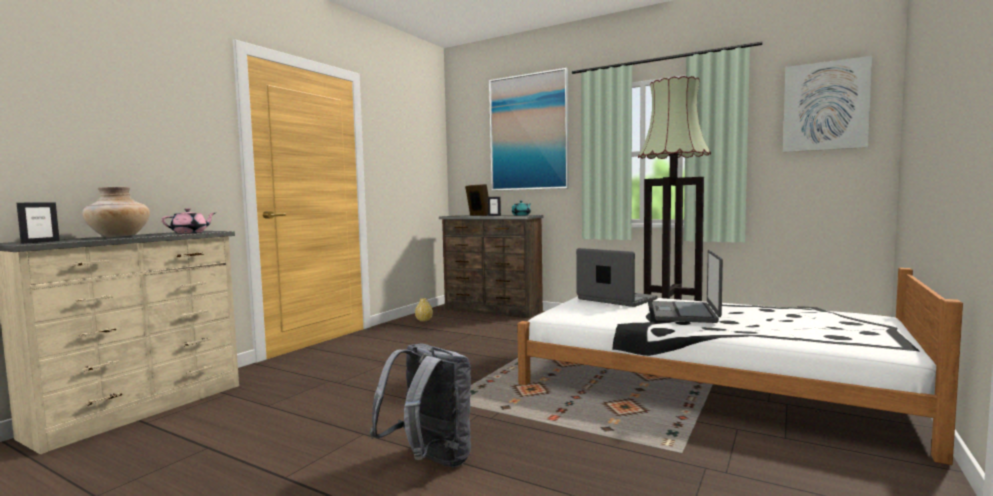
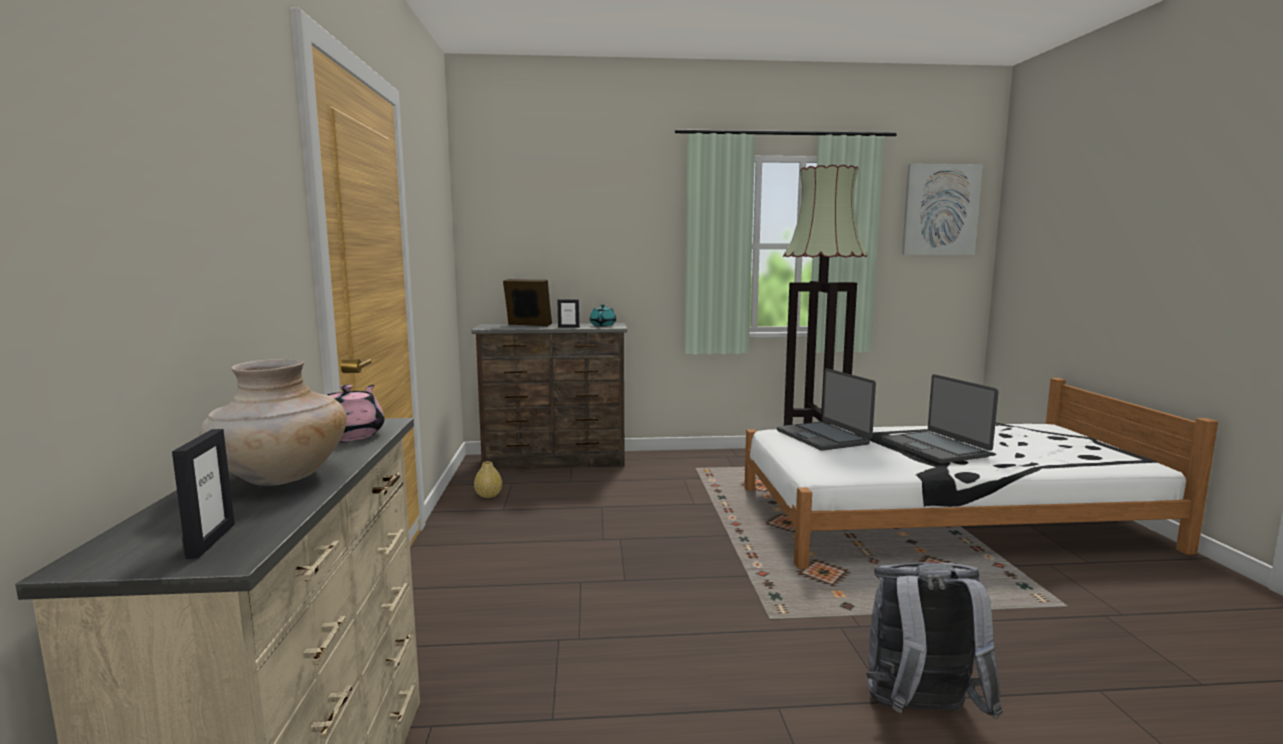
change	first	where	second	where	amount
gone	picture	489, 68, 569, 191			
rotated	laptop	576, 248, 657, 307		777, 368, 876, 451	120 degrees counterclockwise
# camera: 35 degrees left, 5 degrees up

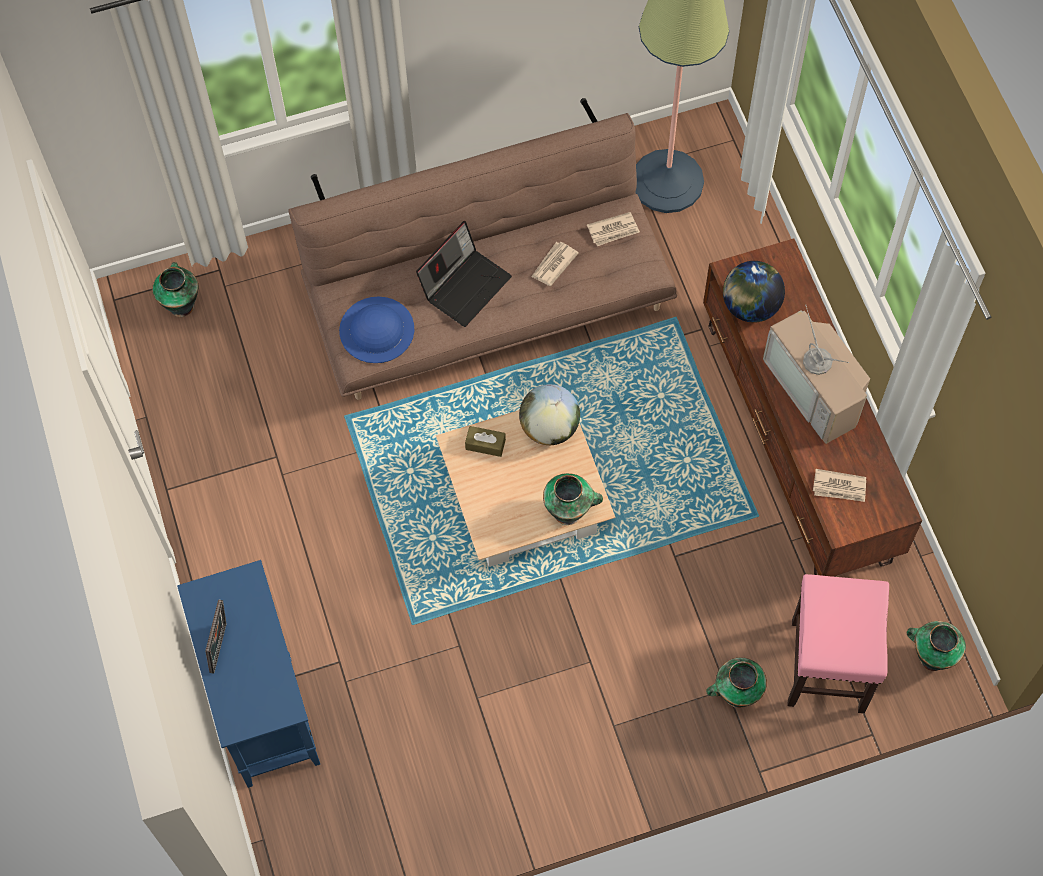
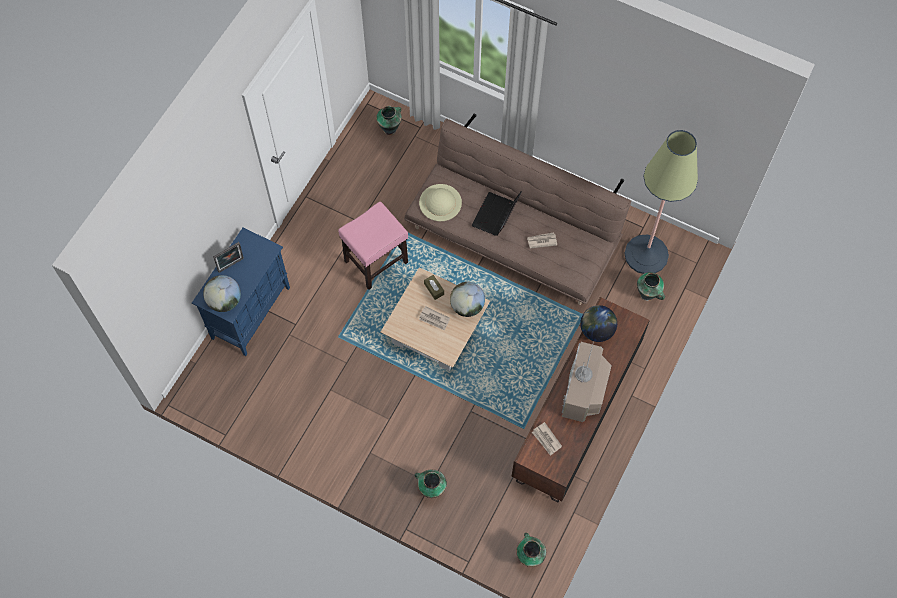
change	first	where	second	where	amount
repainted	blue hat	339, 297, 414, 363	beige hat	419, 184, 462, 221	
rotated	laptop	416, 221, 512, 327		472, 191, 522, 236	120 degrees clockwise
shifted	vase	543, 473, 603, 525		637, 272, 665, 301	
shifted	newspaper	587, 212, 640, 246		419, 306, 450, 331	
shifted	pink stool	787, 574, 889, 713		338, 202, 408, 290	
new			globe	203, 275, 241, 312	
# camera: 45 degrees right, 0 degrees up

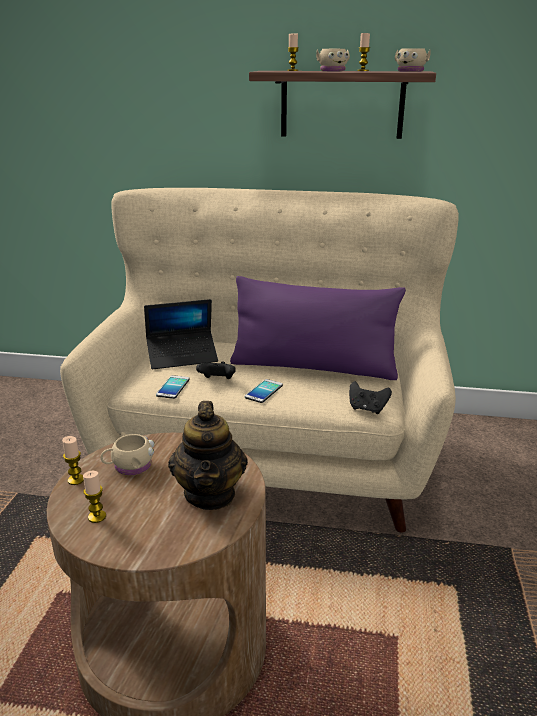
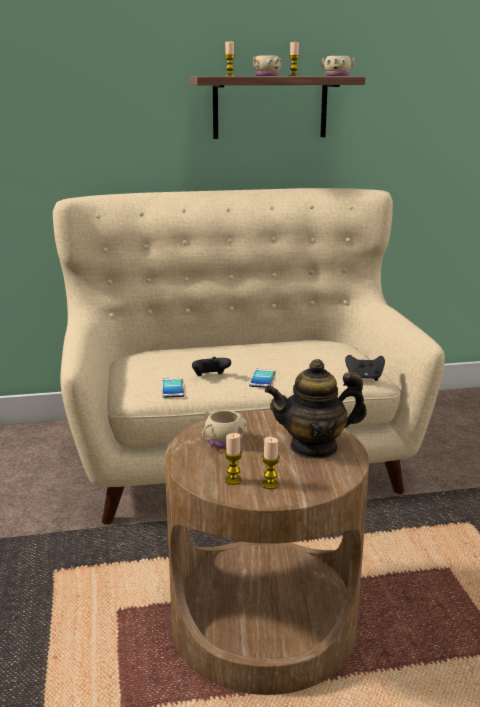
change	first	where	second	where	amount
shifted	candle	62, 436, 84, 485		262, 437, 280, 489	
gone	laptop	144, 299, 218, 369			
rotated	teapot	168, 401, 248, 510		265, 359, 367, 459	105 degrees clockwise
gone	purple pillow	230, 276, 406, 380			
# camera: 20 degrees left, 5 degrees down

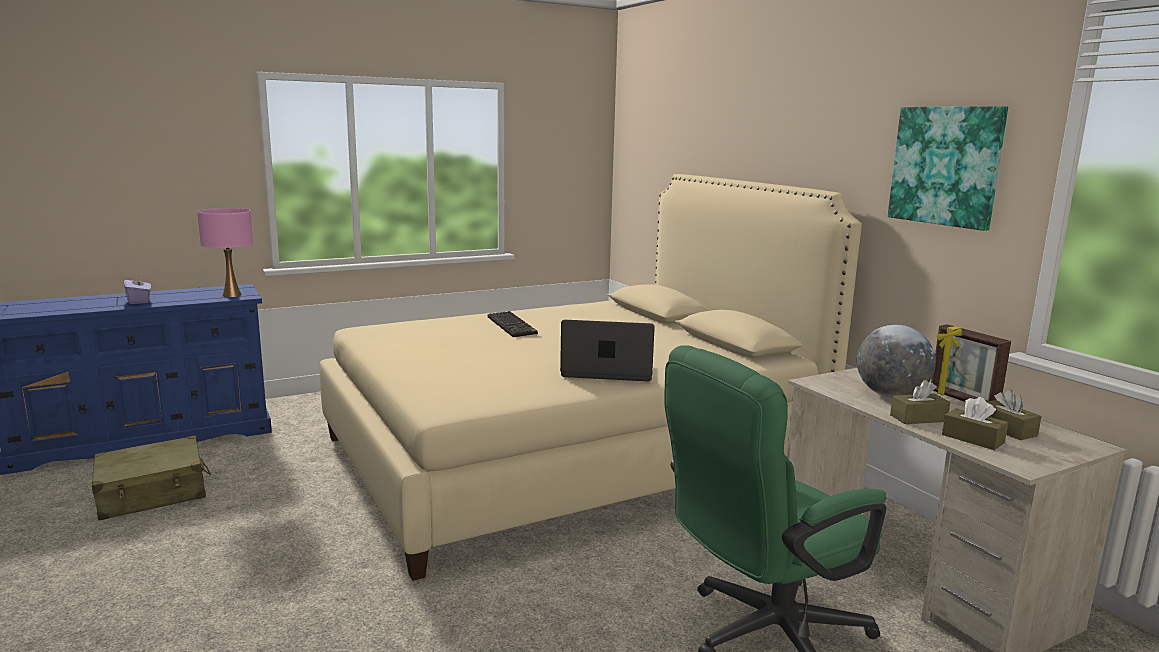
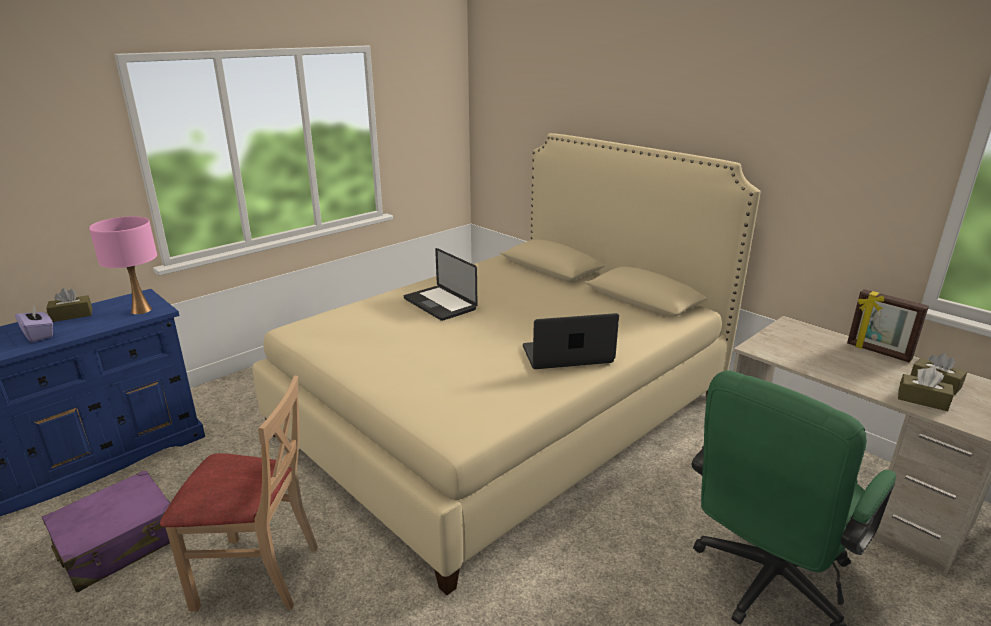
change	first	where	second	where	amount
repainted	beige suitcase	92, 435, 211, 521	purple suitcase	42, 470, 171, 593	
swapped	keyboard	488, 311, 538, 337	laptop	404, 248, 477, 321	
gone	globe	857, 325, 936, 398			
gone	picture	888, 106, 1008, 231			
shifted	brown tissue box	890, 380, 950, 424		46, 288, 92, 322	
new			beige chair	160, 375, 318, 612	
# camera: 15 degrees left, 10 degrees up

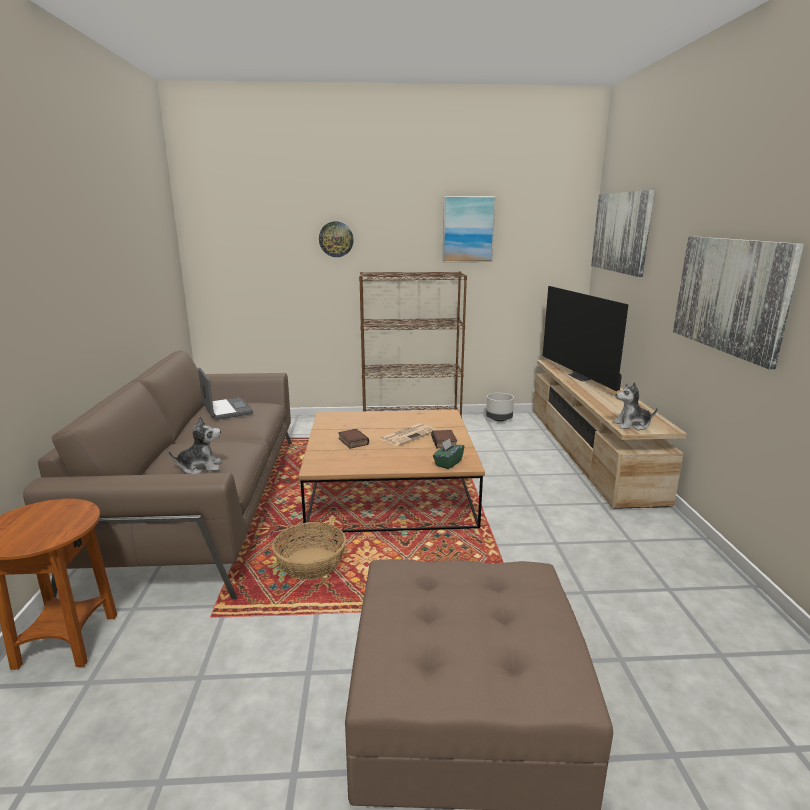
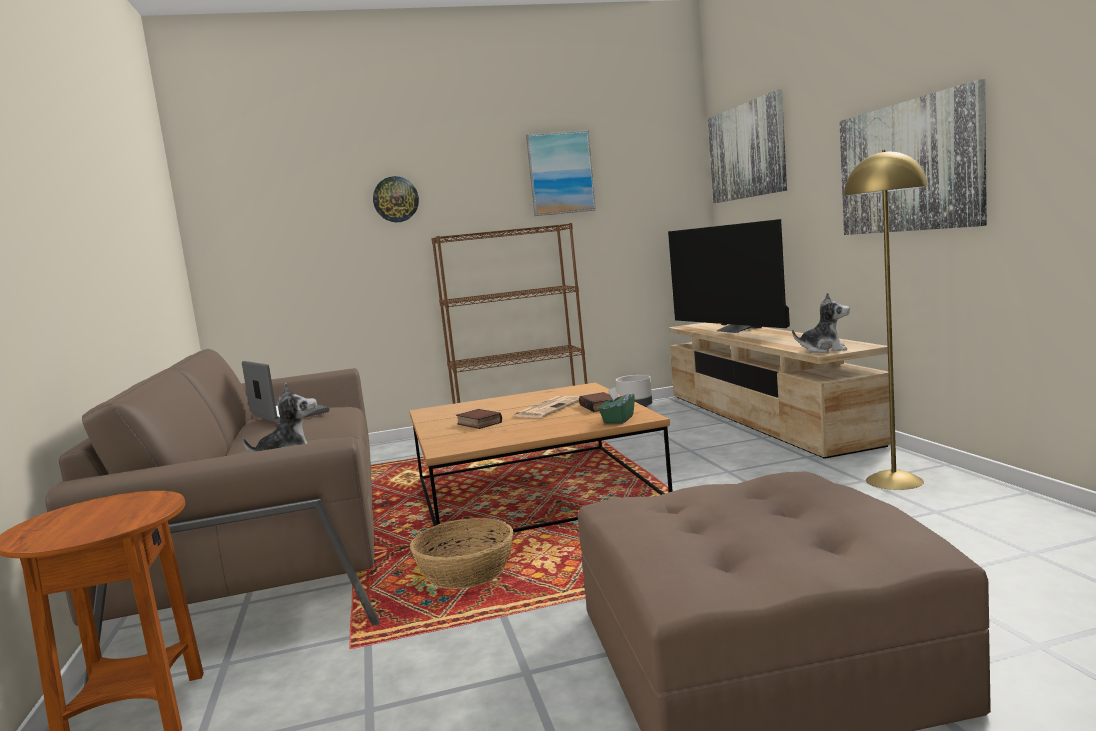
change	first	where	second	where	amount
rotated	plush toy	613, 383, 658, 430		792, 292, 850, 353	150 degrees counterclockwise
new			yellow floor lamp	844, 150, 928, 490	
# camera: 10 degrees left, 10 degrees down

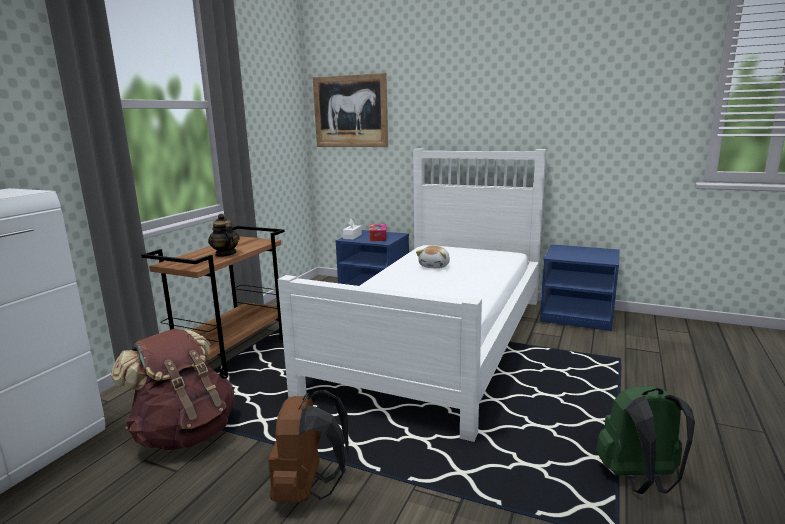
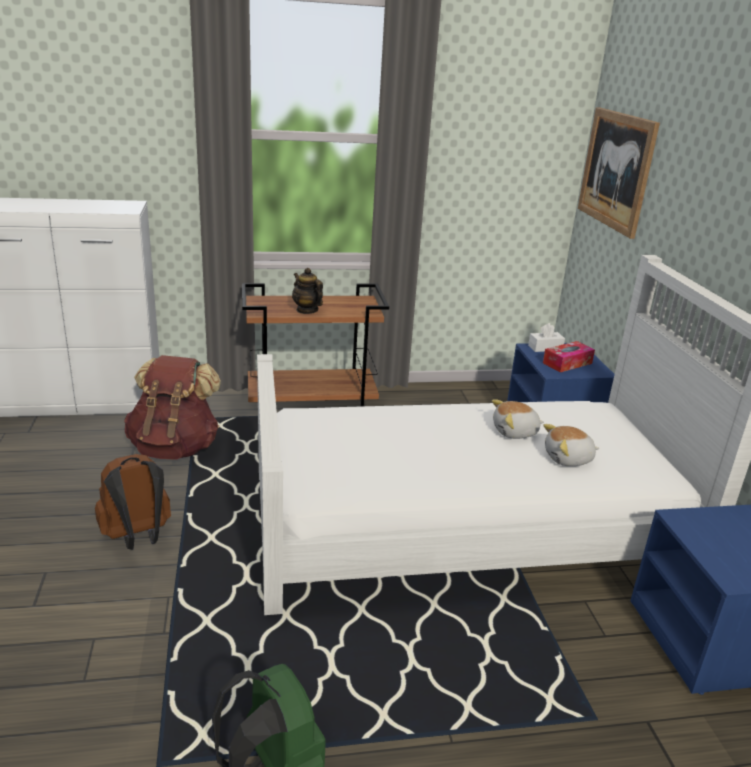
change	first	where	second	where	amount
rotated	teapot	208, 214, 240, 257		292, 268, 323, 314	60 degrees counterclockwise
new			plush toy	543, 424, 599, 466	
# camera: 55 degrees right, 10 degrees up

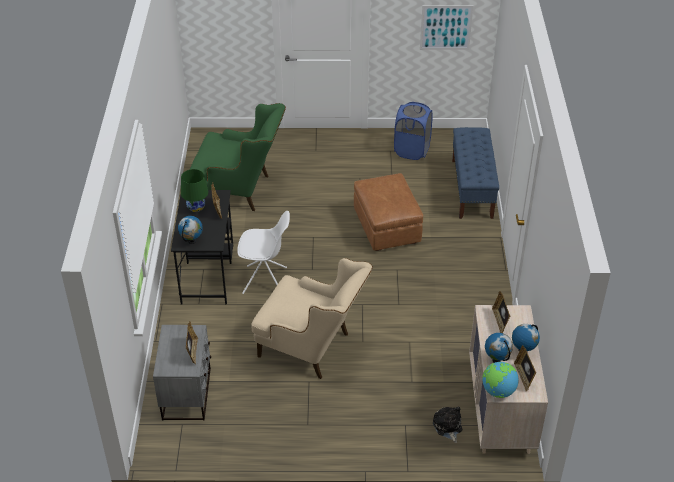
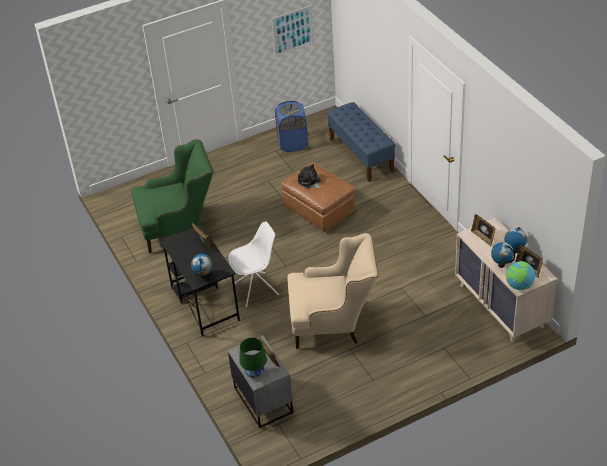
change	first	where	second	where	amount
shifted	green table lamp	181, 169, 208, 212		239, 338, 267, 379	
shifted	plush toy	433, 407, 462, 443		297, 164, 321, 189	
# camera: 25 degrees left, 0 degrees up

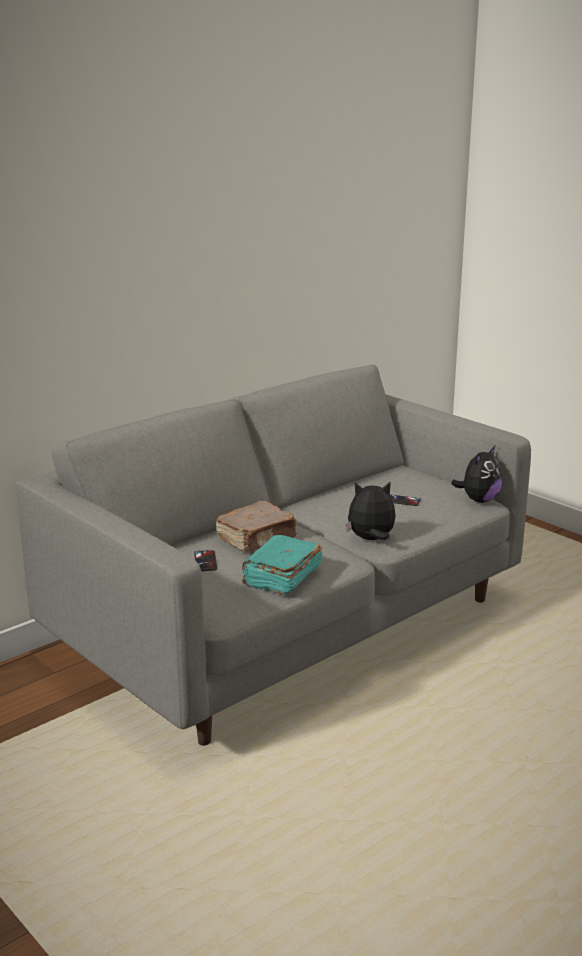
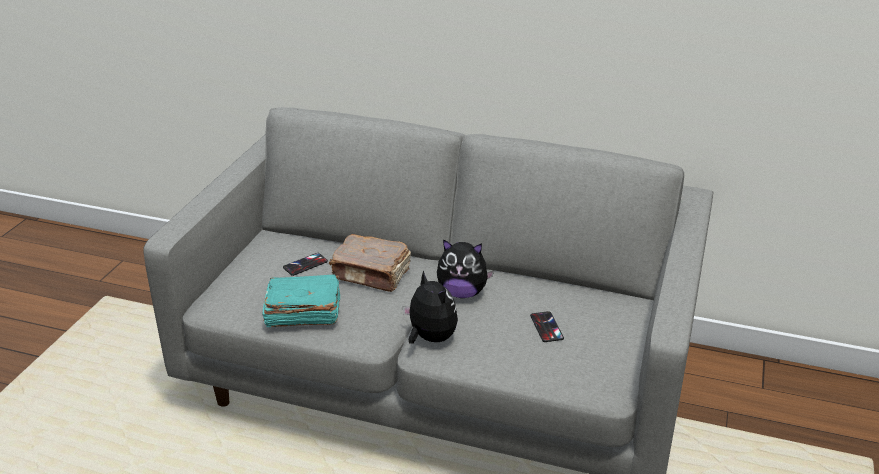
change	first	where	second	where	amount
shifted	plush toy	451, 446, 503, 503		437, 239, 494, 298	
# camera: 60 degrees right, 10 degrees up

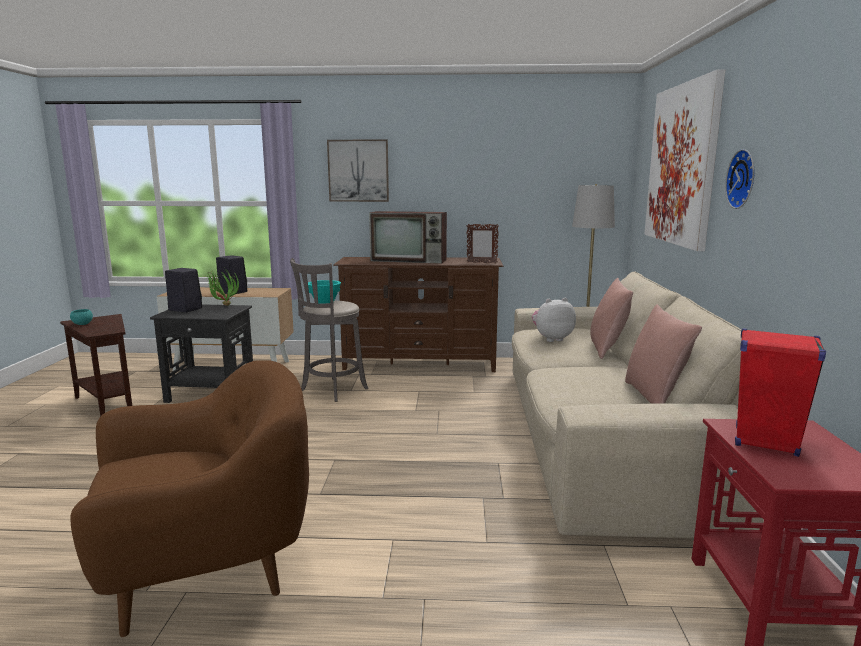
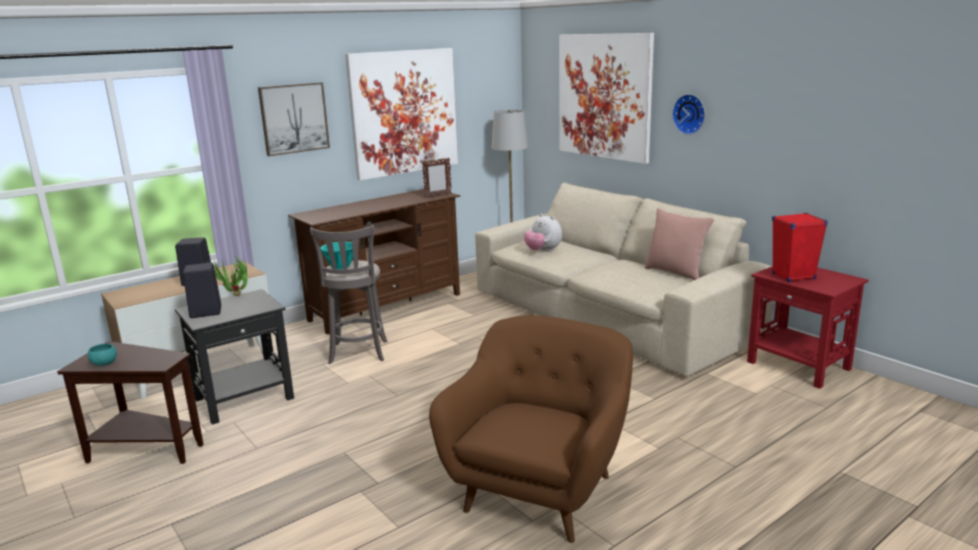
change	first	where	second	where	amount
gone	television	369, 211, 447, 264			
rotated	plush toy	532, 298, 576, 342		524, 214, 562, 252	75 degrees counterclockwise
gone	pink pillow	590, 278, 633, 359			
new			picture	345, 48, 458, 180	
# camera: 40 degrees left, 5 degrees up

